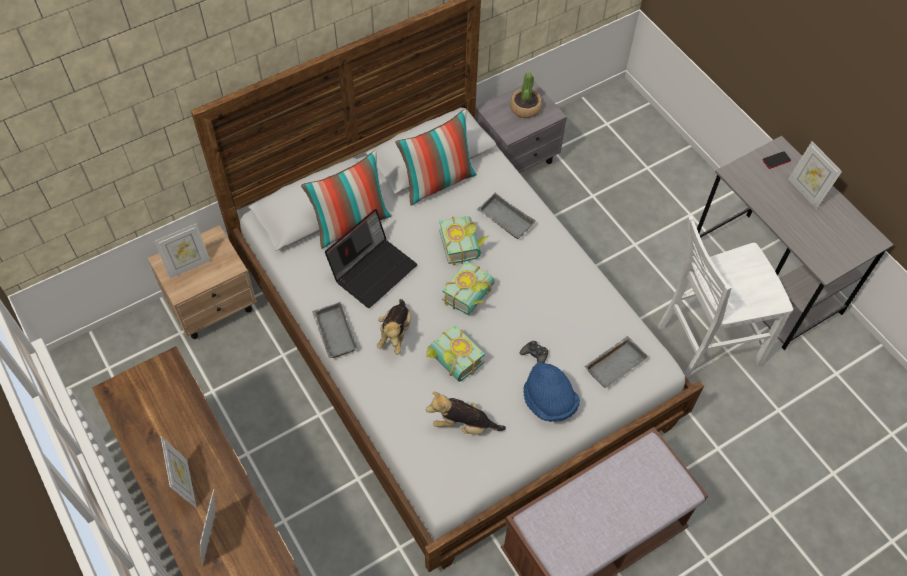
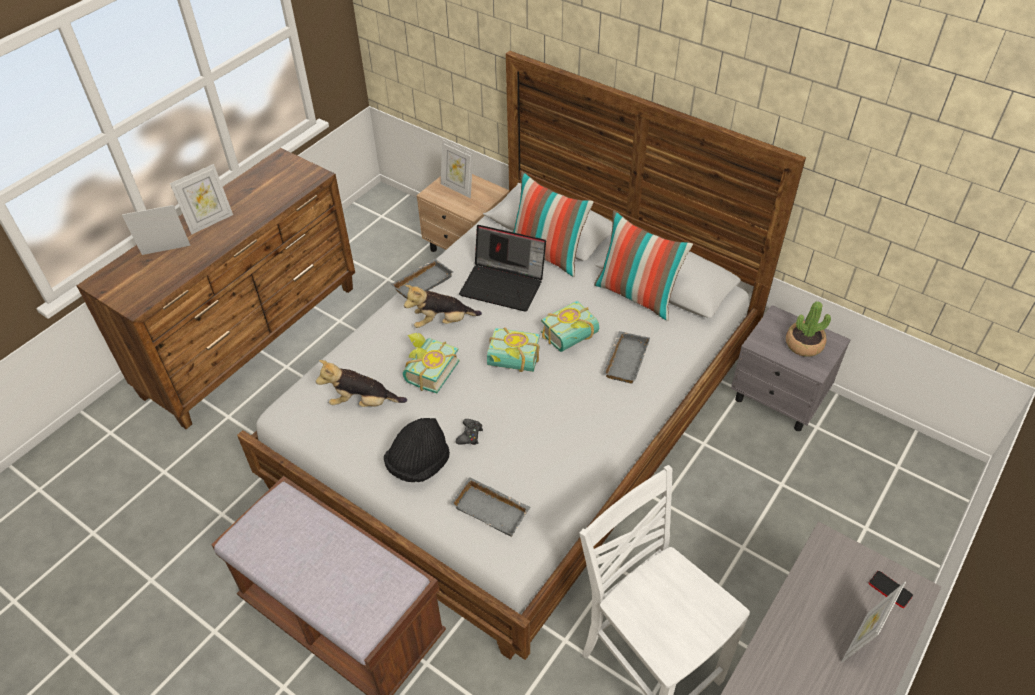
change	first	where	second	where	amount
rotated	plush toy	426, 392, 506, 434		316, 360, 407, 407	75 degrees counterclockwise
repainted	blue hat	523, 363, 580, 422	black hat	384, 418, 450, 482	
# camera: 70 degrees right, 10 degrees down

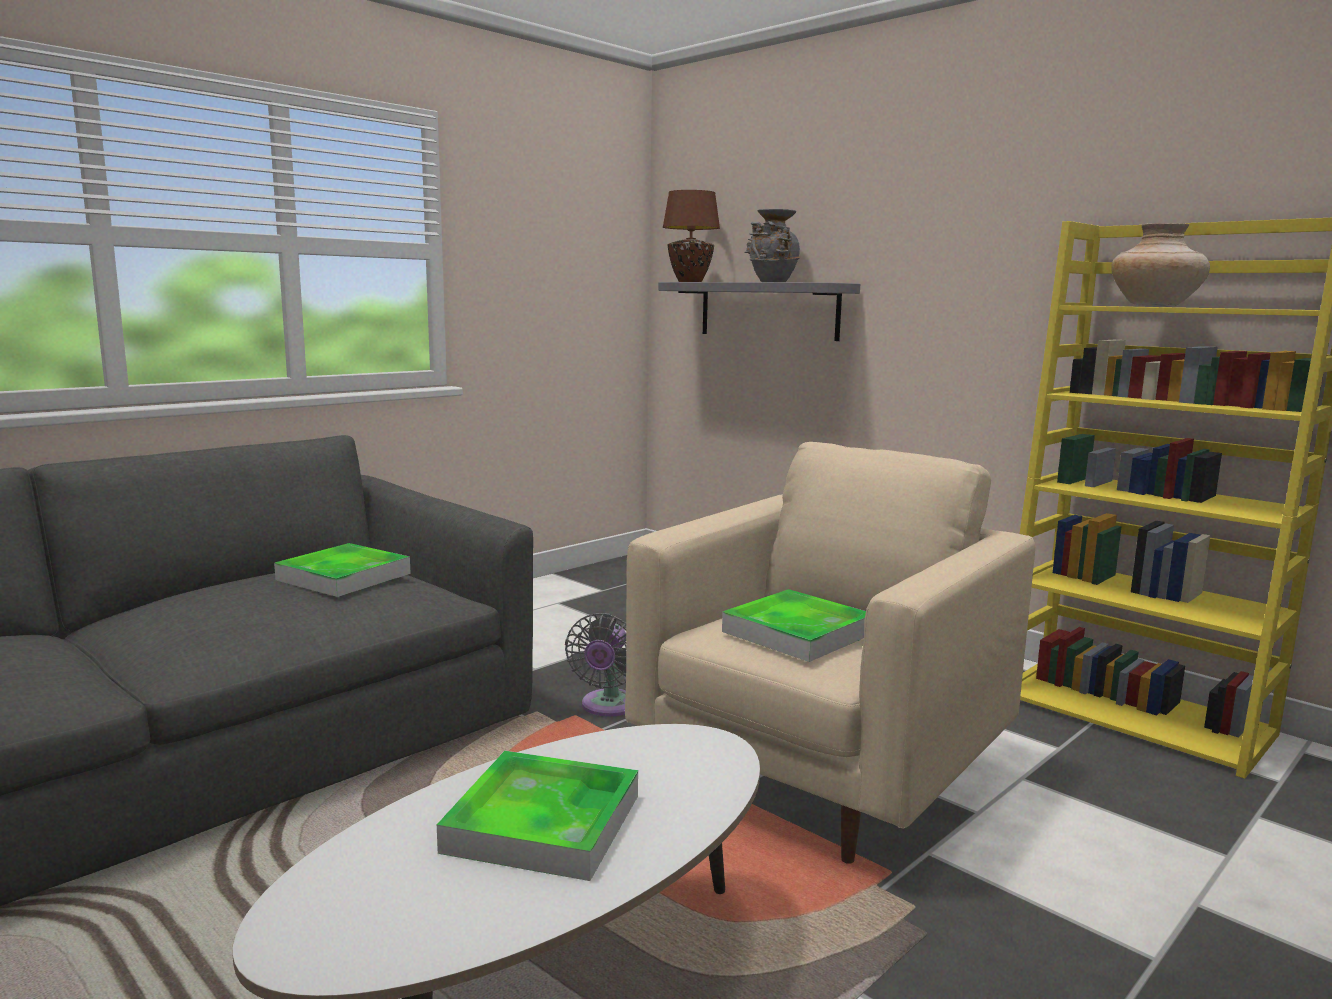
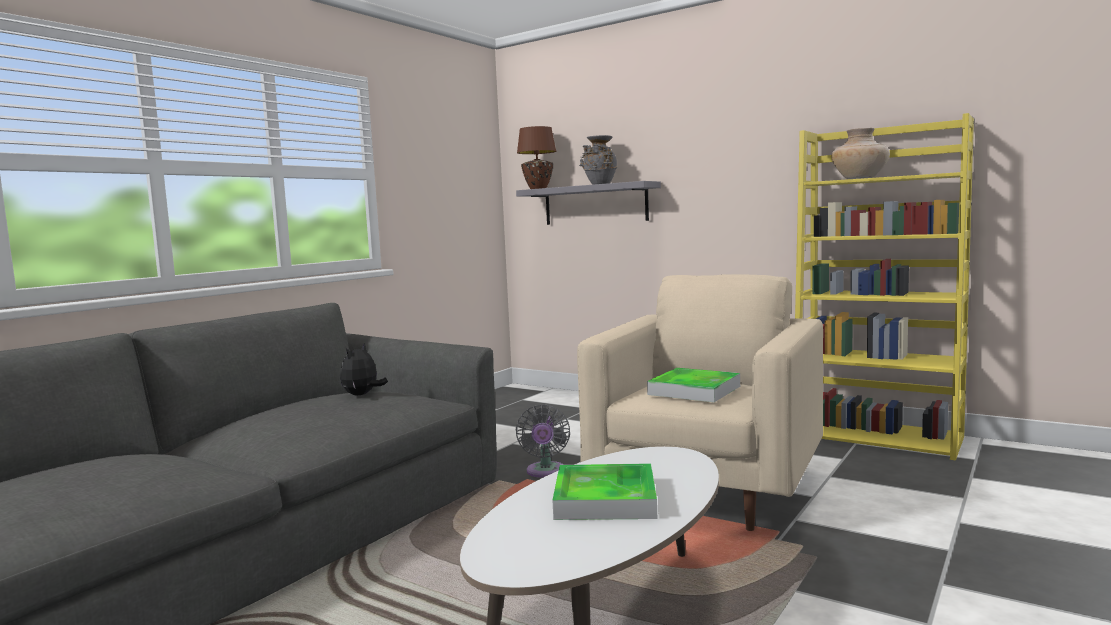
change	first	where	second	where	amount
swapped	tray	274, 543, 411, 597	plush toy	340, 343, 388, 395	
# camera: 10 degrees left, 5 degrees down

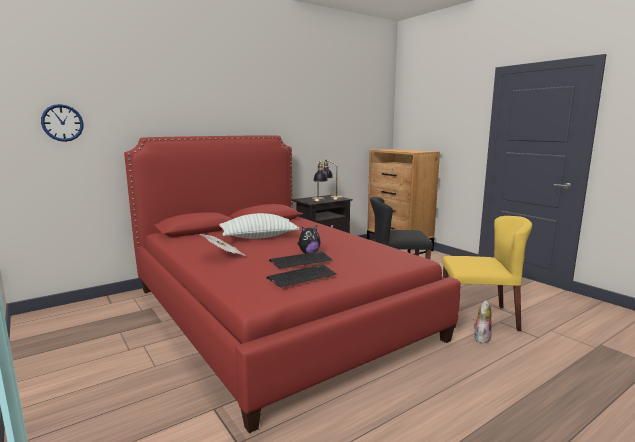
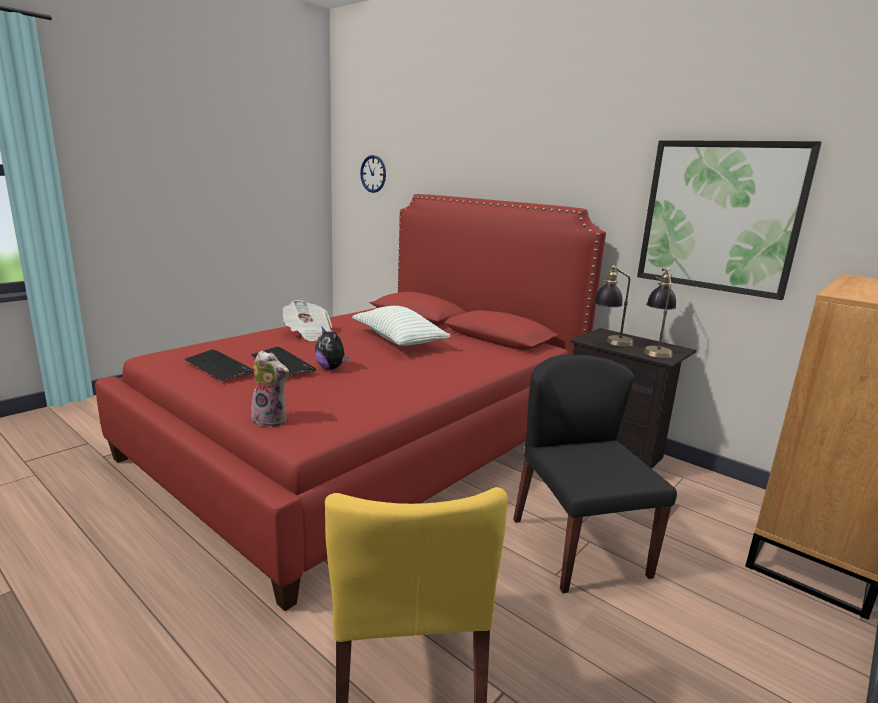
change	first	where	second	where	amount
shifted	plush toy	473, 300, 492, 343		251, 350, 289, 427	
new			picture	637, 140, 822, 300	
# camera: 75 degrees right, 5 degrees up

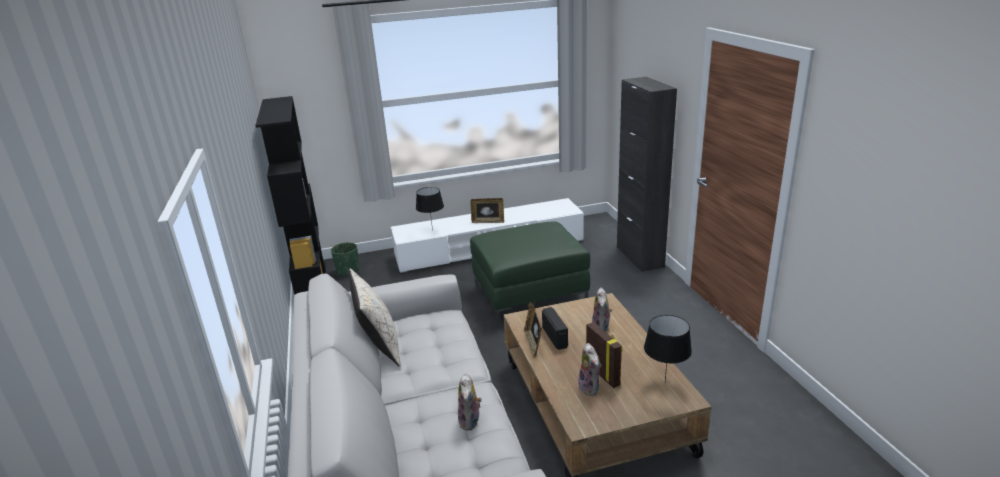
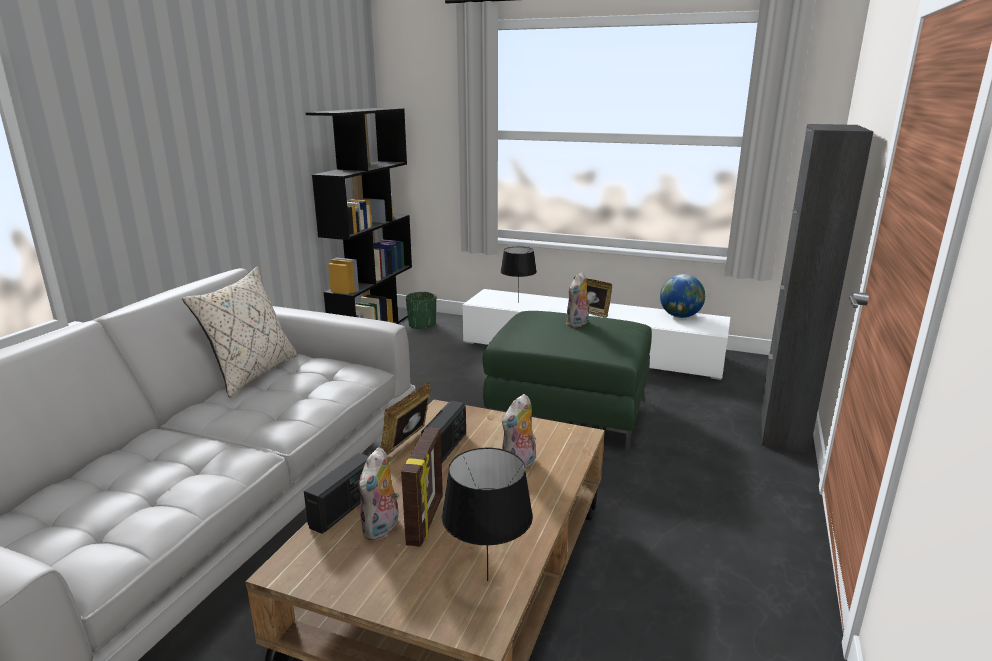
change	first	where	second	where	amount
shifted	plush toy	458, 373, 482, 431		566, 272, 591, 328	
new			radio	304, 453, 369, 534	
new			globe	660, 274, 705, 318	
# camera: 35 degrees right, 5 degrees down

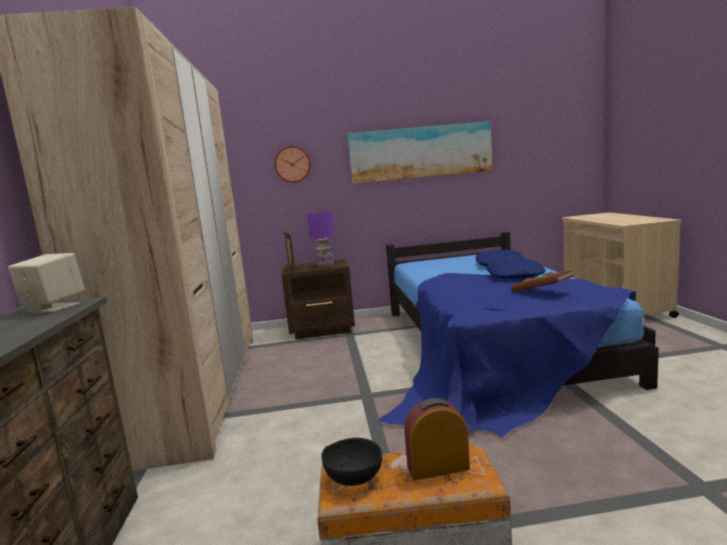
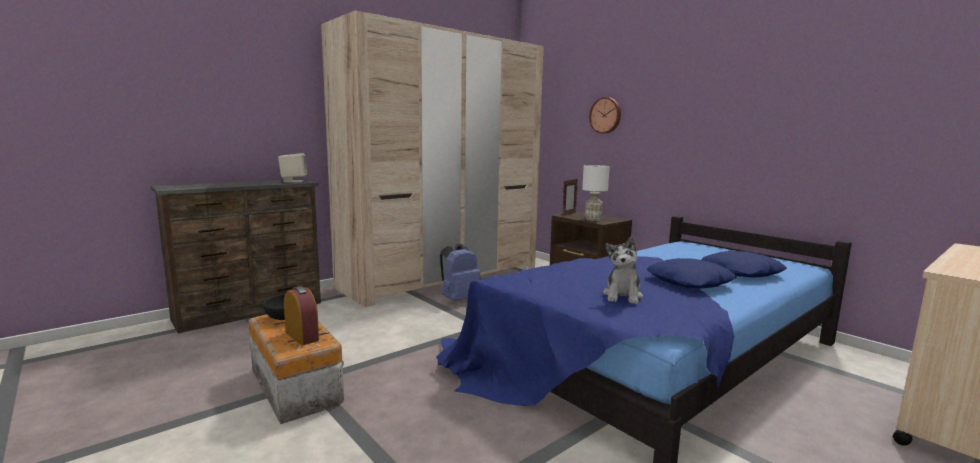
change	first	where	second	where	amount
repainted	purple table lamp	307, 212, 335, 268	white table lamp	582, 165, 610, 221	
gone	picture	347, 121, 492, 183			
swapped	brown book	510, 268, 574, 292	plush toy	603, 237, 643, 304	
new			blue backpack	440, 243, 482, 301	
# camera: 55 degrees right, 0 degrees up

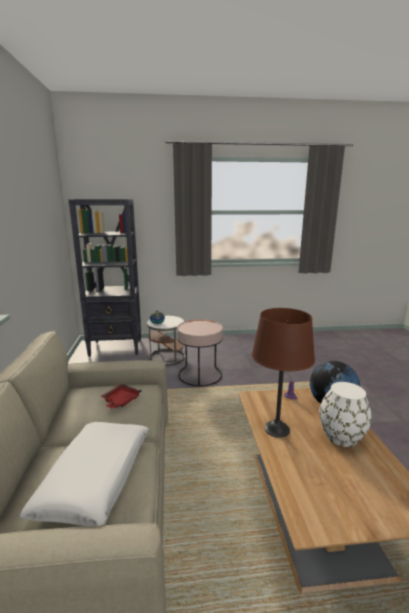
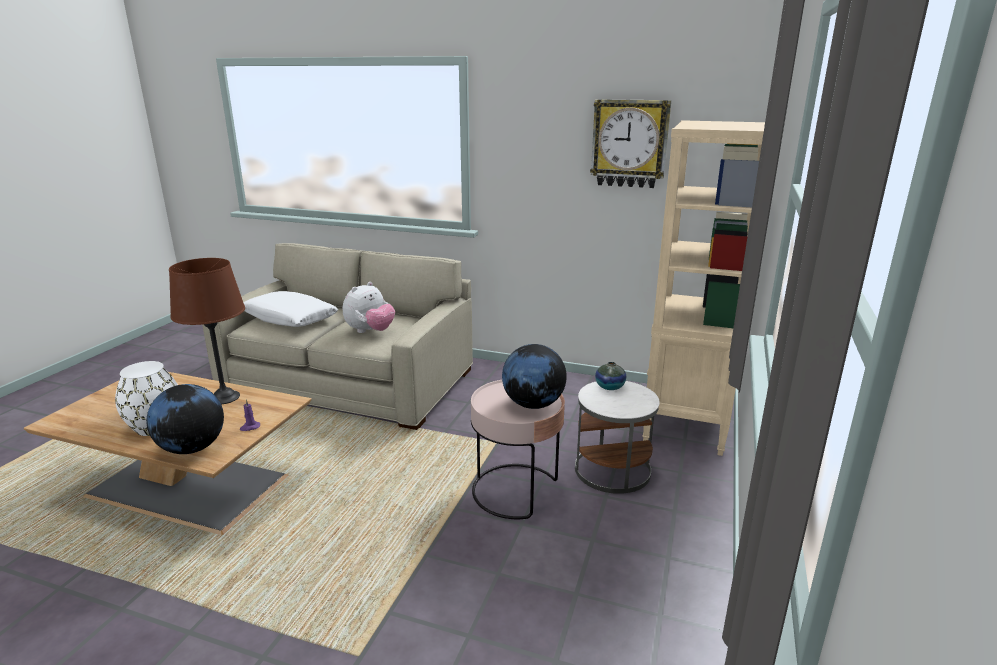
change	first	where	second	where	amount
repainted	black bookcase	68, 199, 141, 357	beige bookcase	642, 120, 765, 456	
swapped	red tray	100, 384, 142, 409	plush toy	343, 282, 395, 333	
new			globe	502, 344, 567, 409	
new			wall clock	590, 99, 671, 188	
# camera: 115 degrees right, 5 degrees up

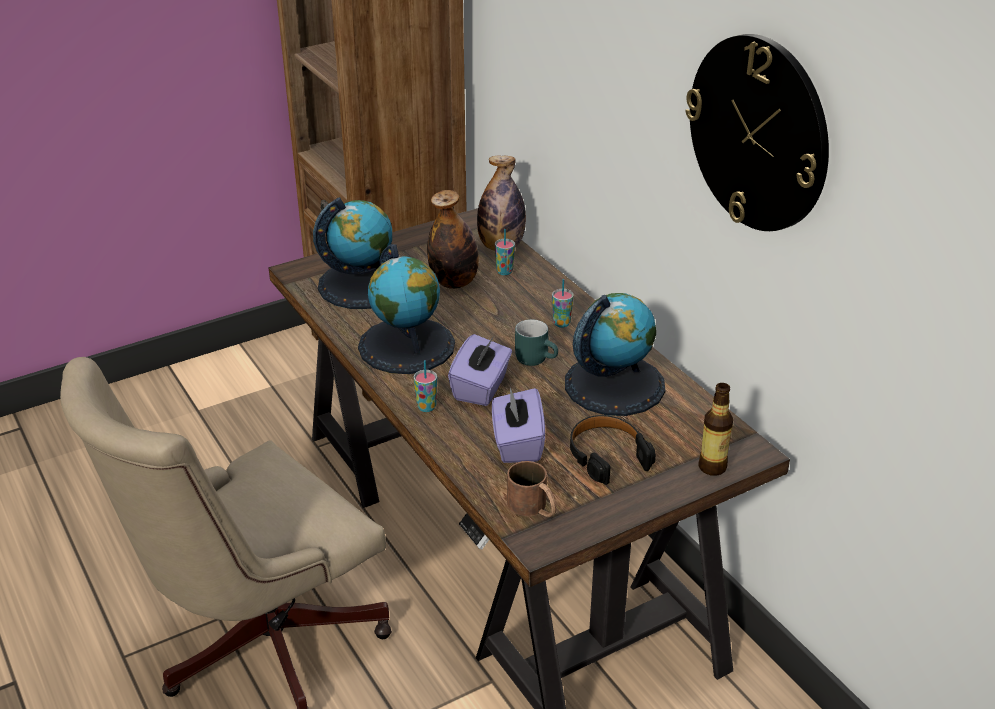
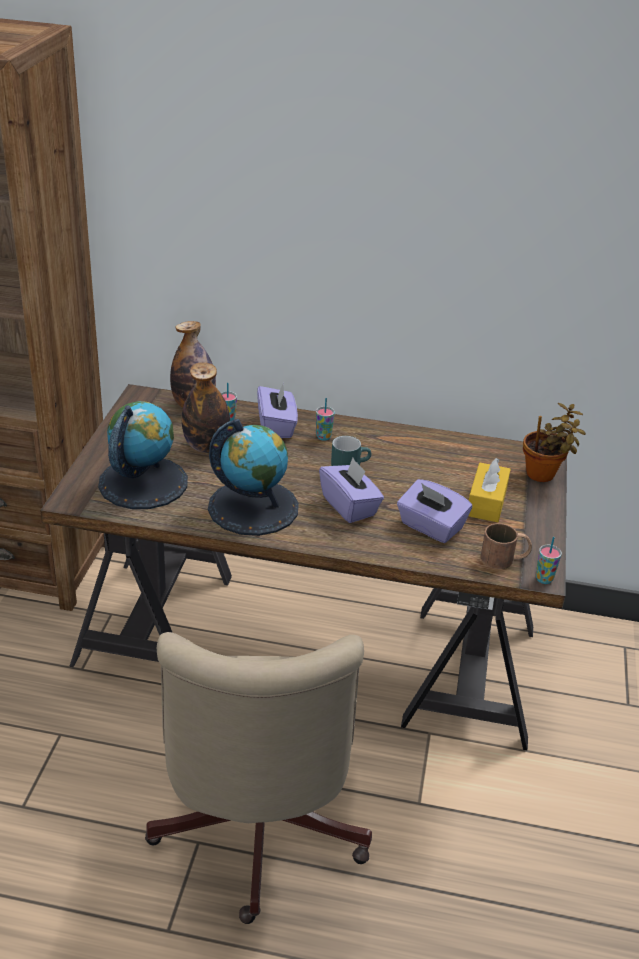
change	first	where	second	where	amount
shifted	cup	414, 360, 437, 412		536, 537, 562, 584	
gone	globe	565, 293, 665, 416			
swapped	black headphones	570, 415, 656, 485	yellow tissue box	469, 458, 511, 522	
gone	wall clock	685, 34, 829, 231			
swapped	bottle	699, 383, 733, 476	potted plant	523, 403, 586, 482	
new			purple tissue box	257, 382, 298, 438	
# camera: 50 degrees left, 0 degrees up

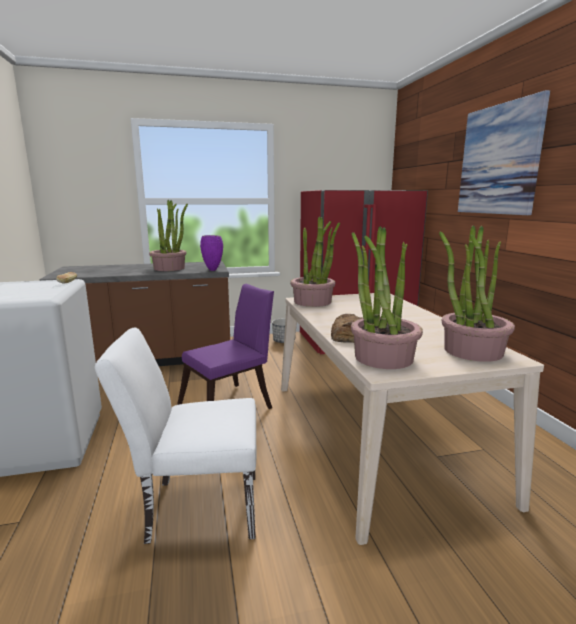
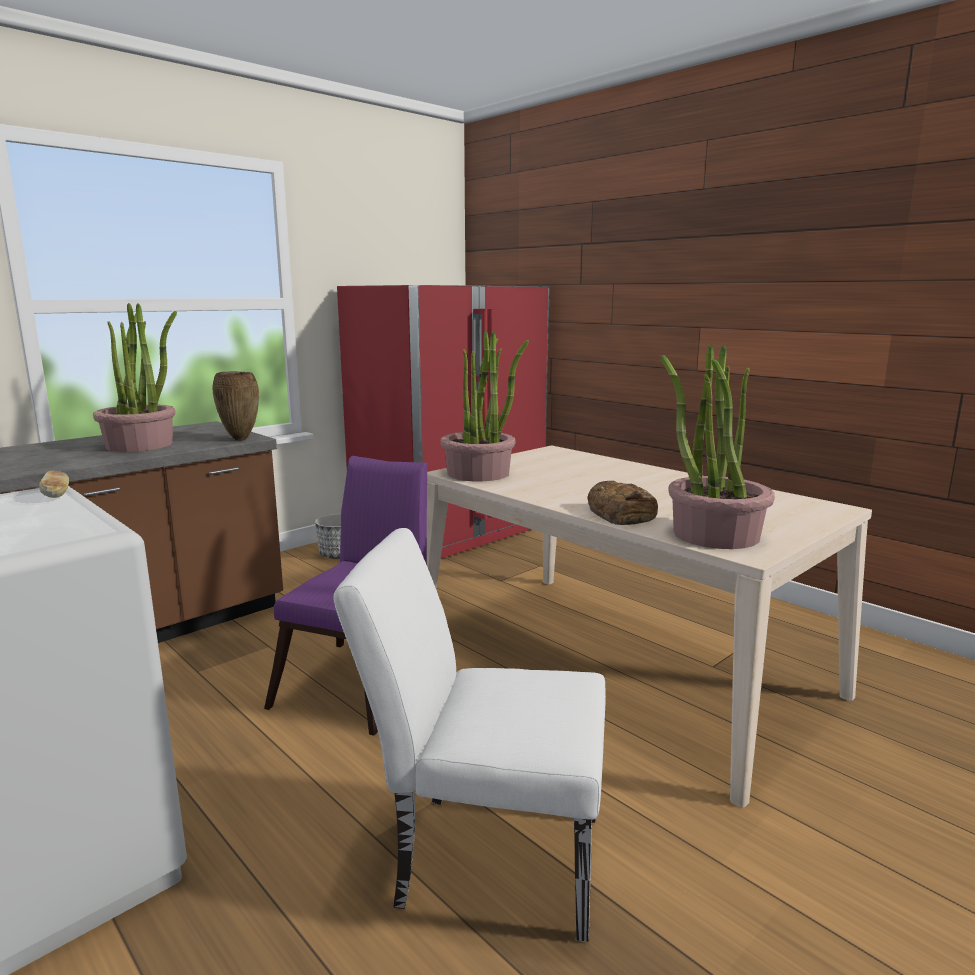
change	first	where	second	where	amount
rotated	white chair	95, 328, 256, 544		333, 528, 606, 943	45 degrees clockwise
repainted	purple vase	200, 235, 223, 271	brown vase	213, 372, 259, 440	
gone	potted plant	439, 225, 515, 362			
gone	picture	458, 90, 550, 215			
# camera: 30 degrees left, 0 degrees up

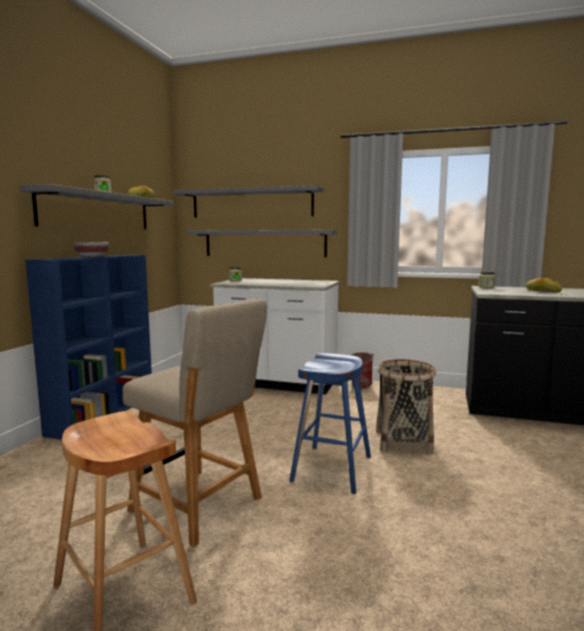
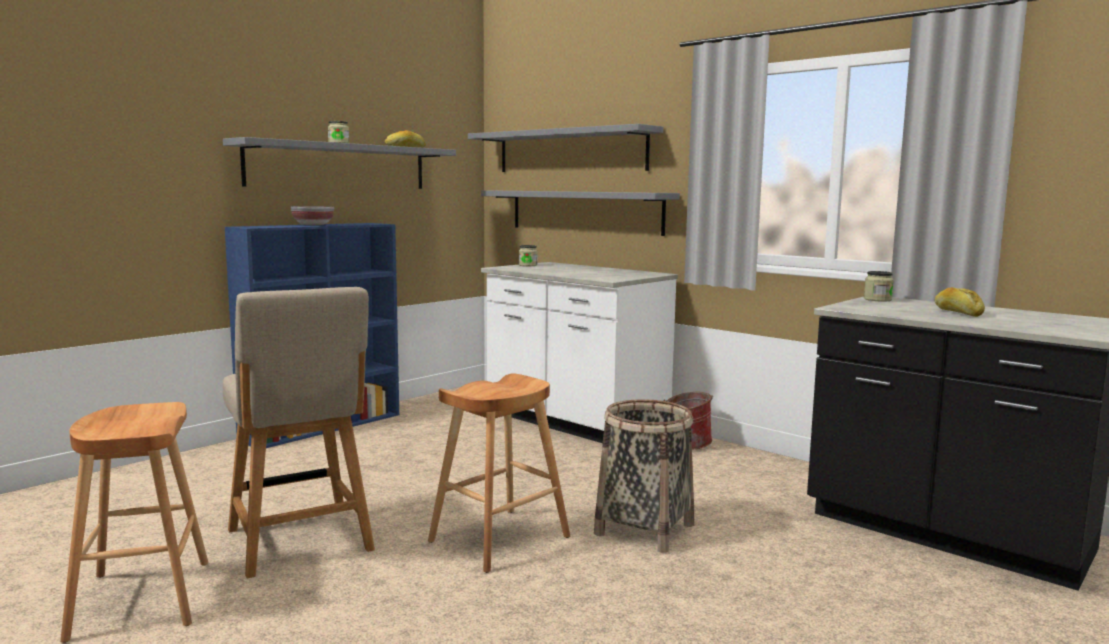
change	first	where	second	where	amount
repainted	blue stool	289, 353, 371, 494	brown stool	428, 373, 570, 573	
# camera: 25 degrees right, 0 degrees up

